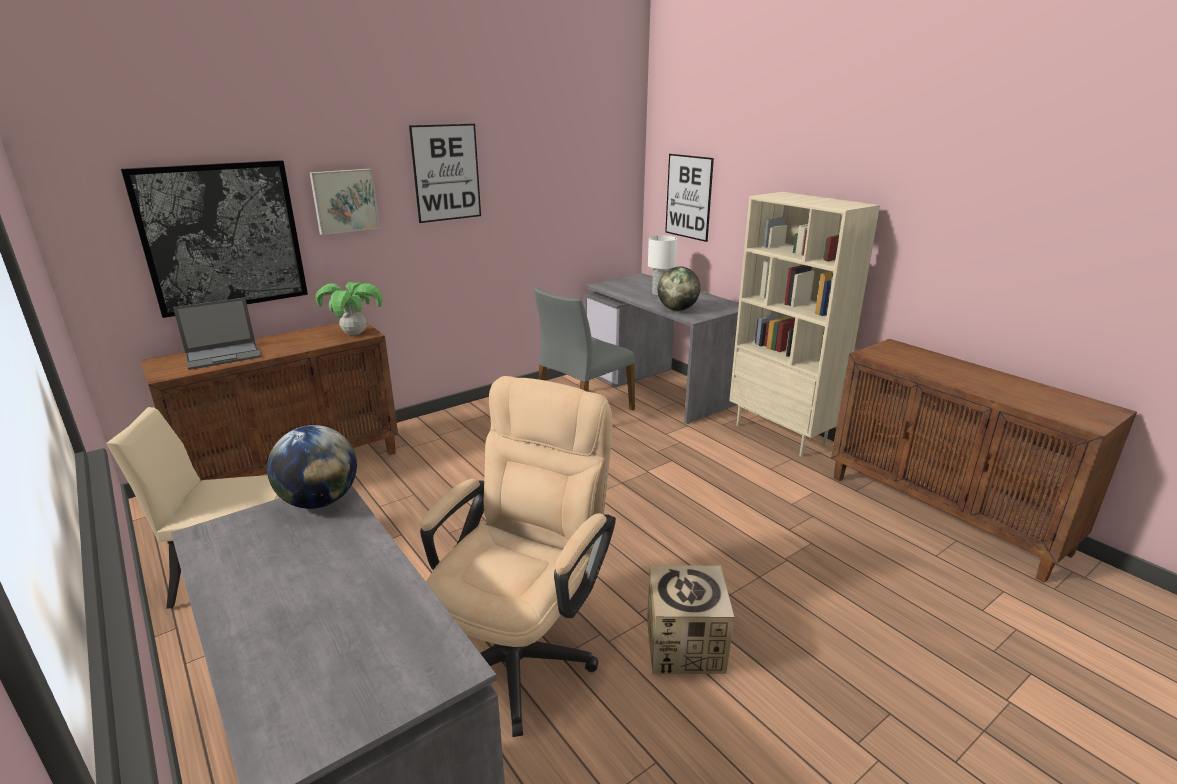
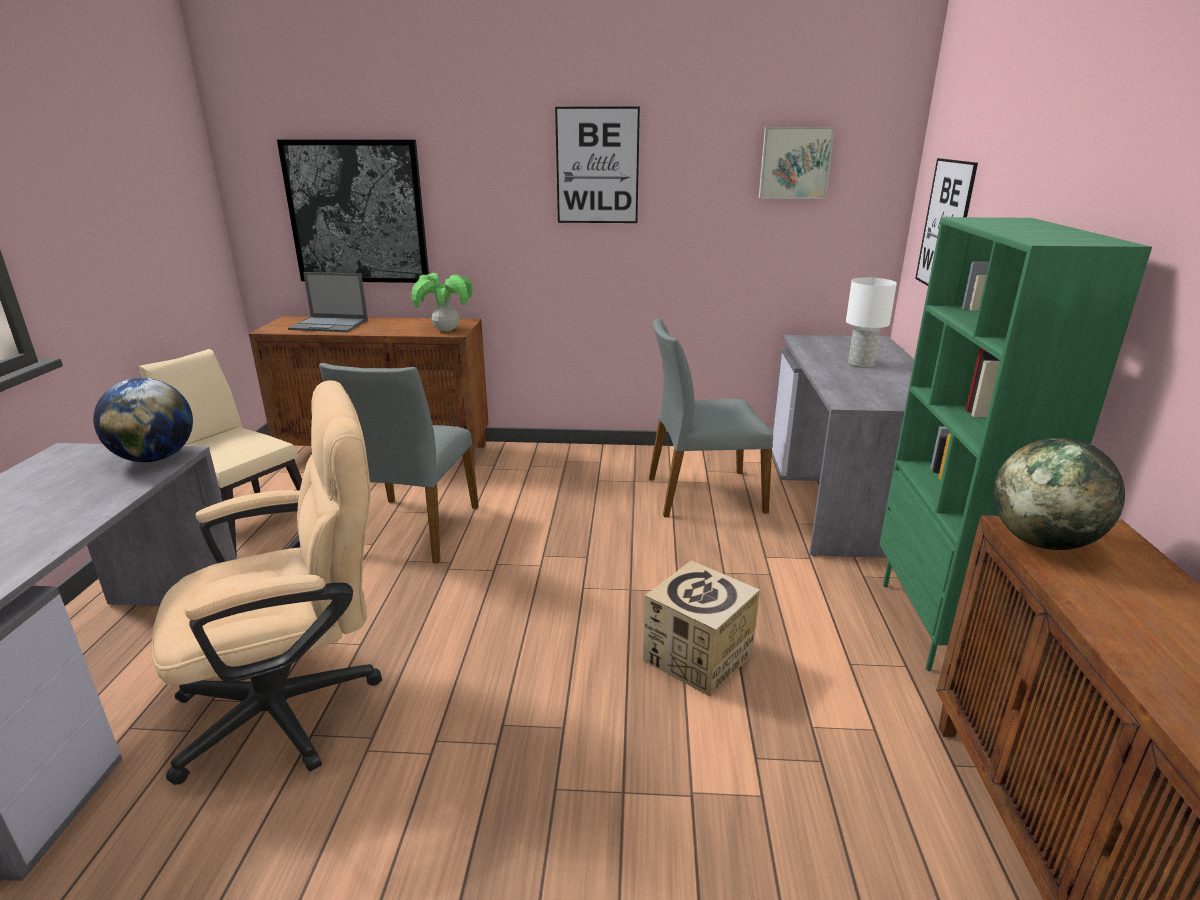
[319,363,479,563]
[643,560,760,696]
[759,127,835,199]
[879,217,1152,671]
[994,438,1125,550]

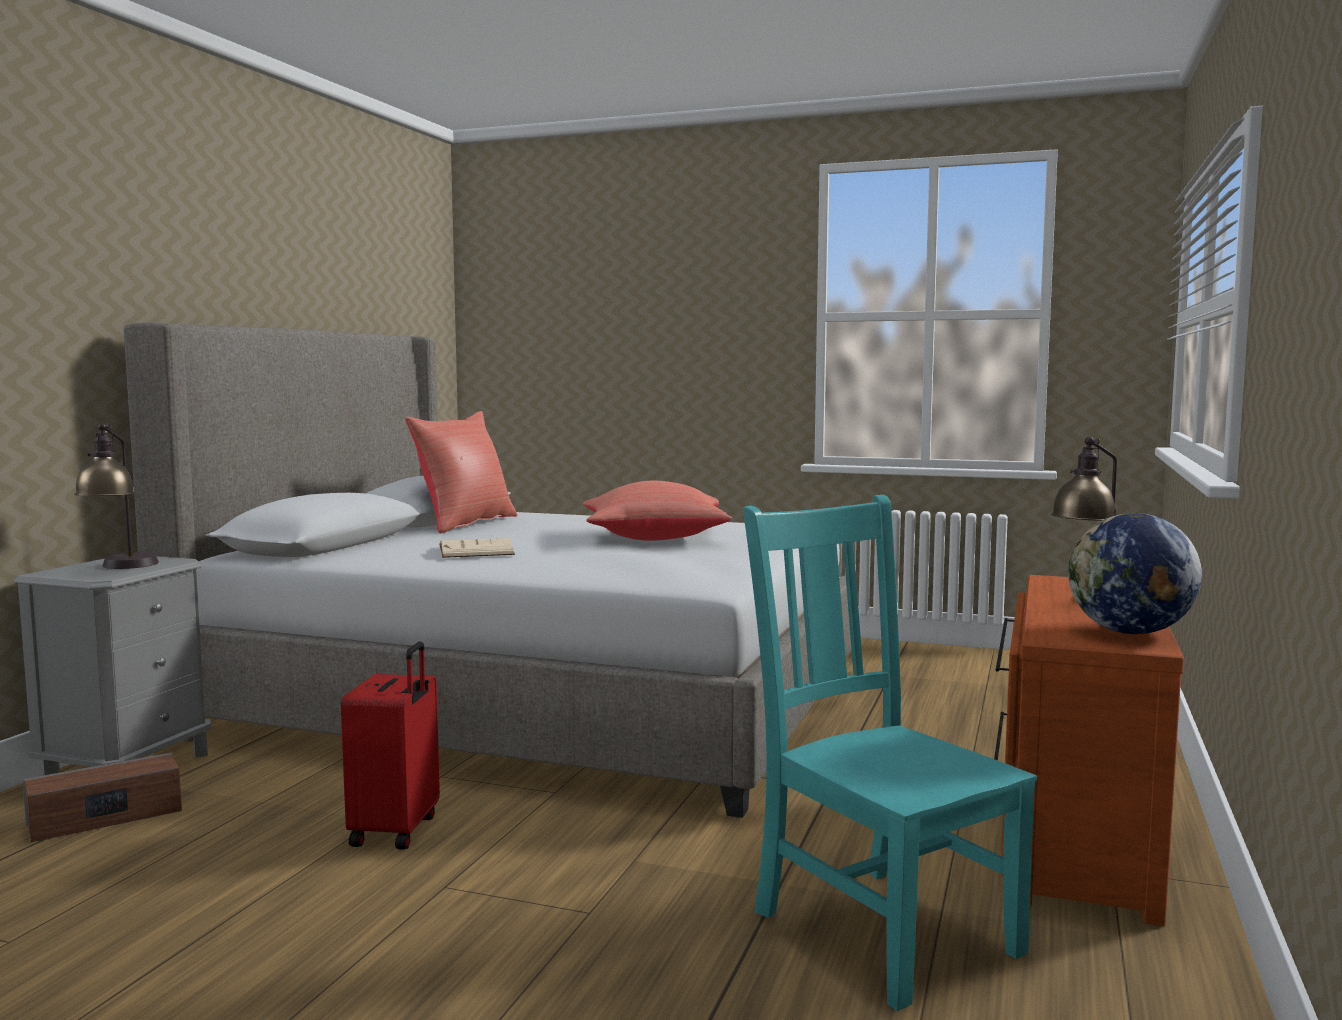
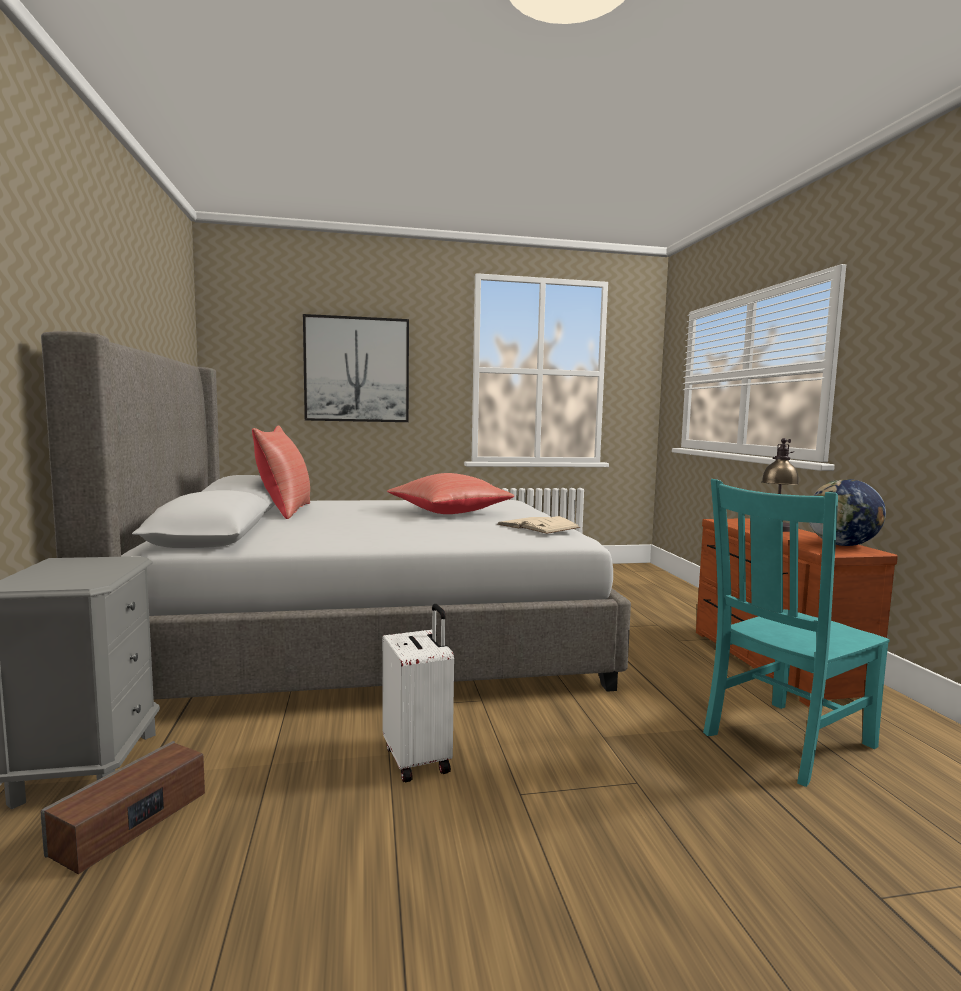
[303,314,409,422]
[382,604,454,782]
[497,516,580,534]
[703,479,890,787]
[74,423,159,569] (first image)

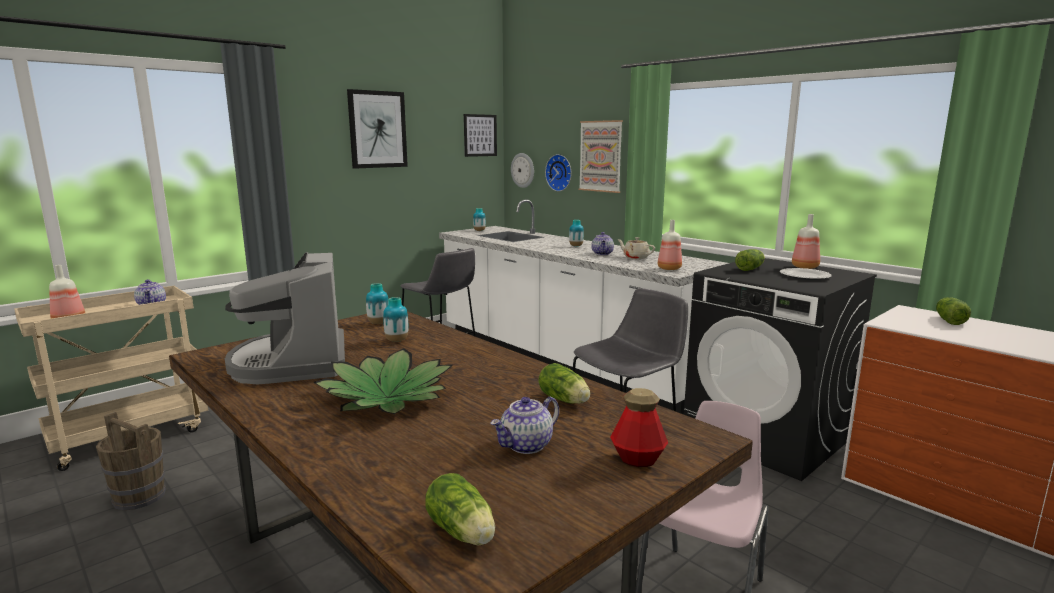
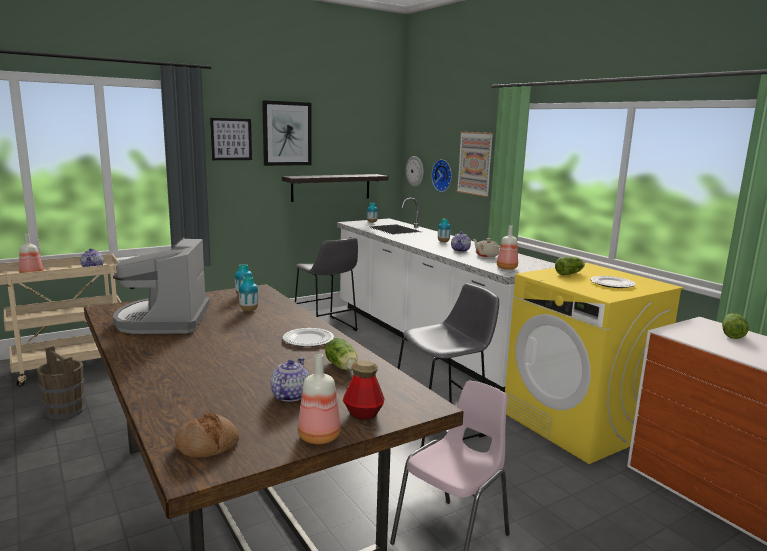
[174,413,239,458]
[210,118,252,160]
[270,357,309,402]
[282,174,389,202]
[283,328,334,347]
[298,354,341,444]
[505,263,684,464]
[313,348,453,414] (first image)

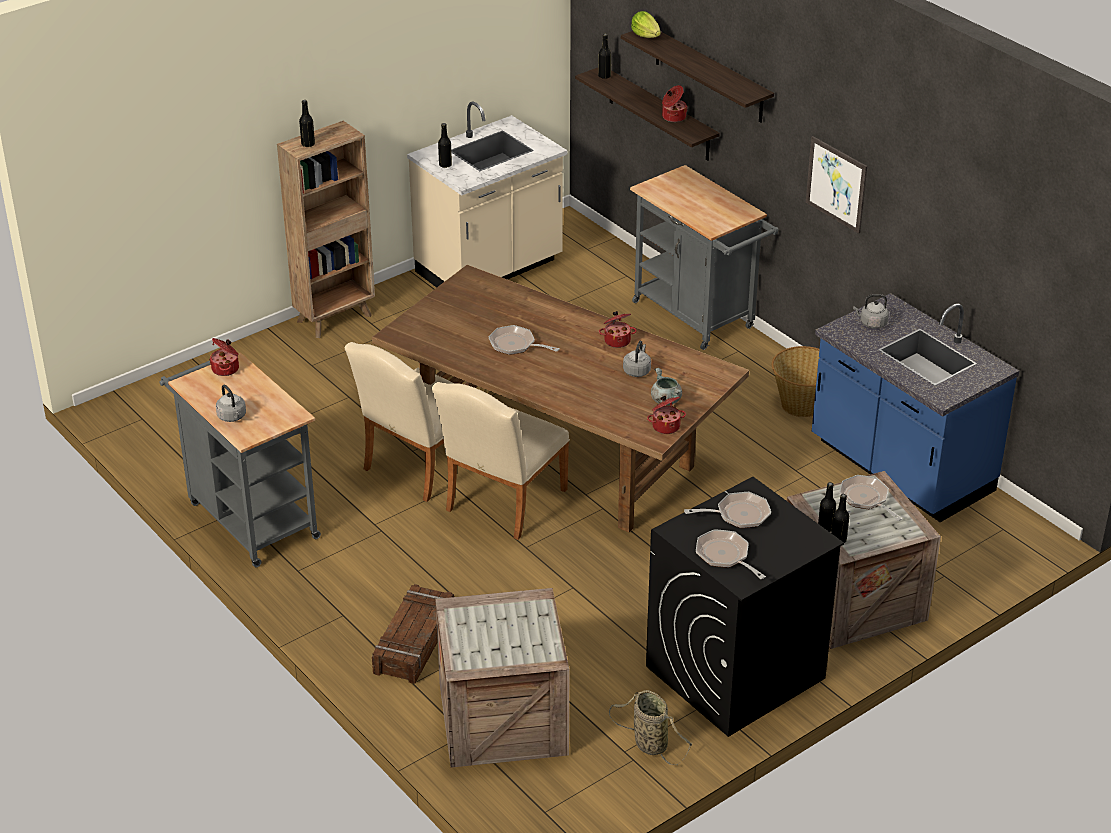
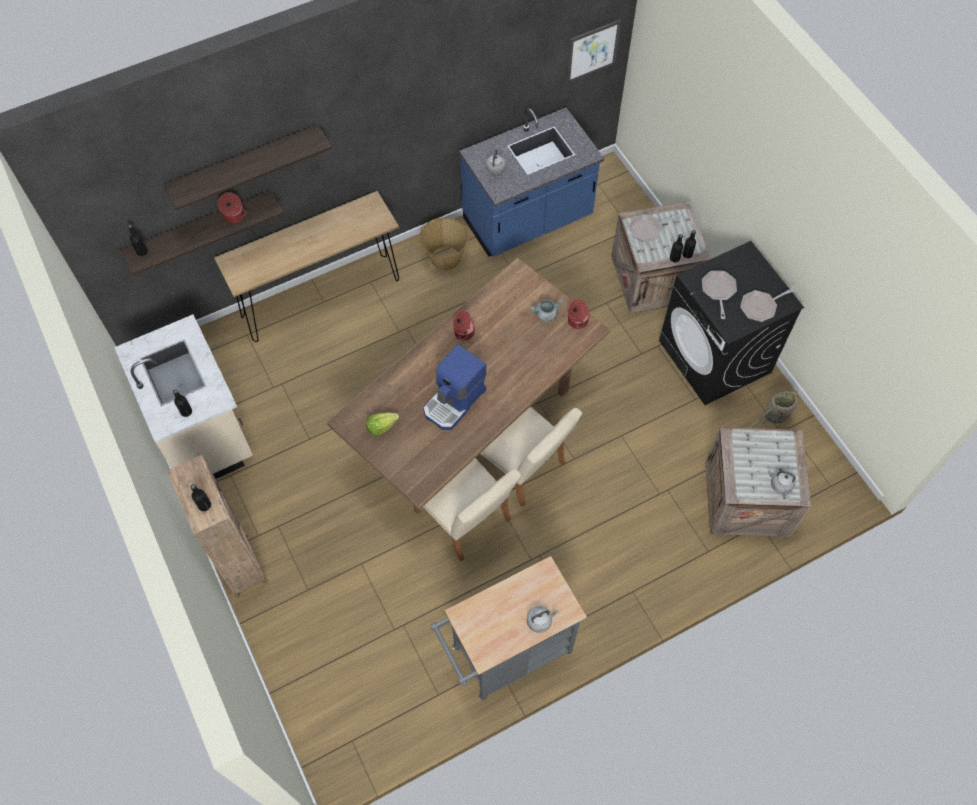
[214,191,399,342]
[366,412,399,435]
[423,344,487,430]
[566,20,621,83]
[768,470,796,494]
[209,338,239,376] (first image)
[372,584,454,684] (first image)

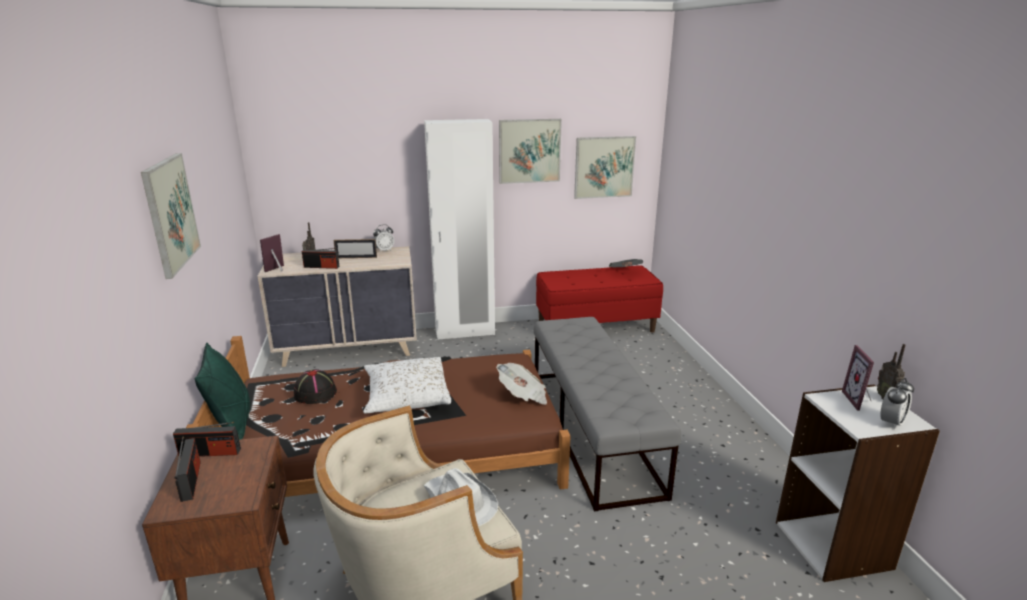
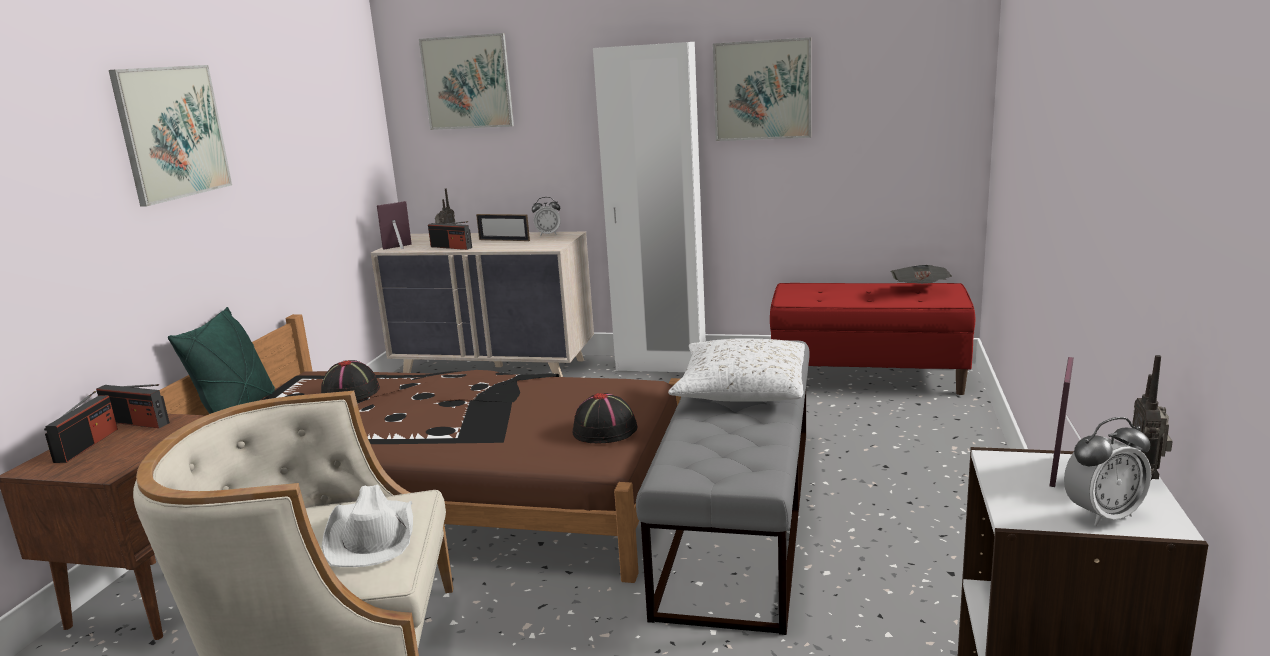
[419,33,514,130]
[573,393,638,444]
[668,338,805,402]

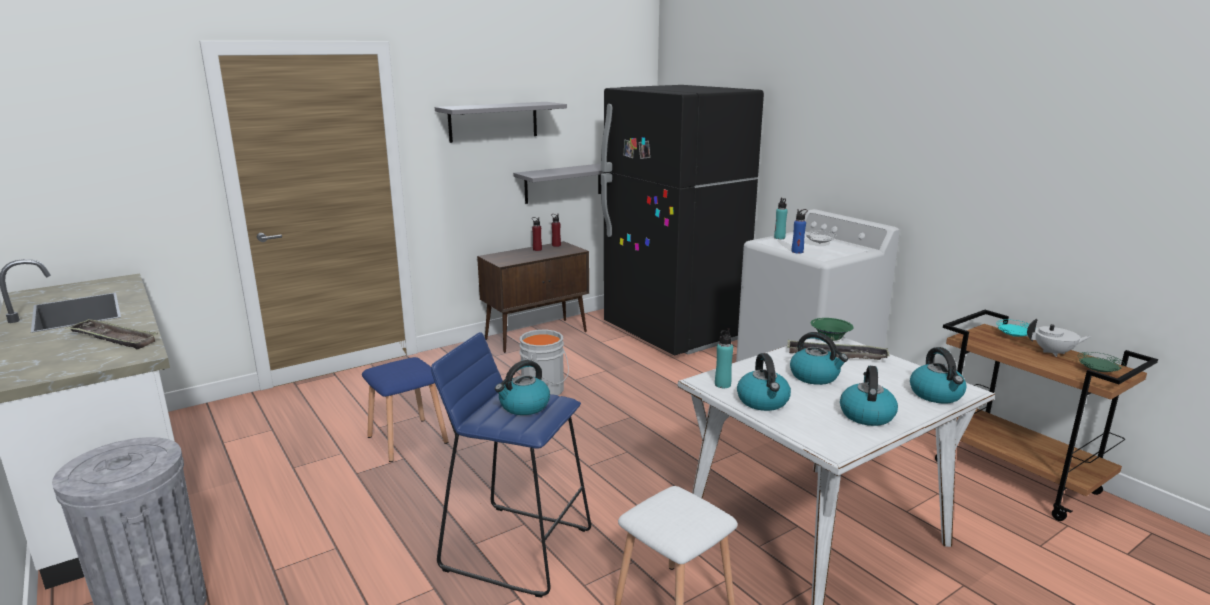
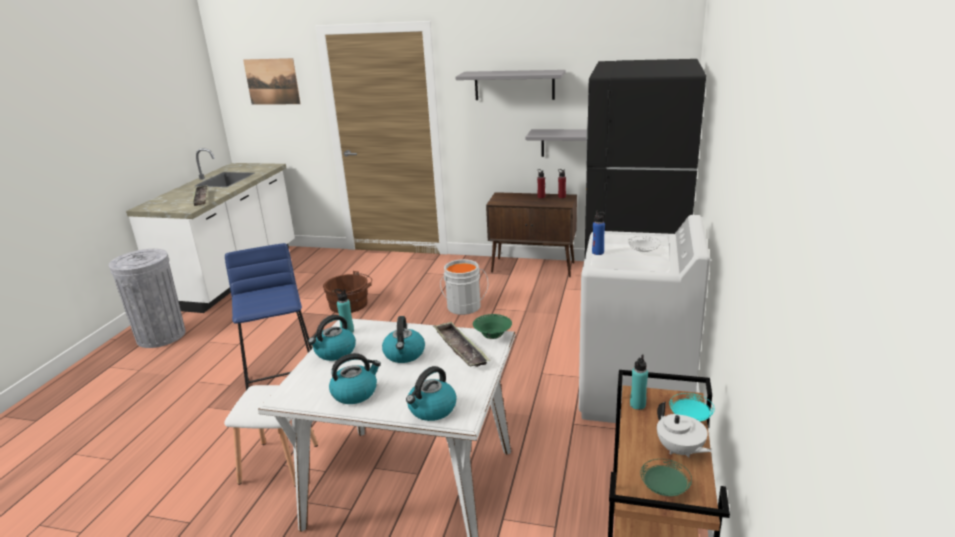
[243,58,301,105]
[323,271,372,313]
[630,354,648,410]
[495,360,550,415] (first image)

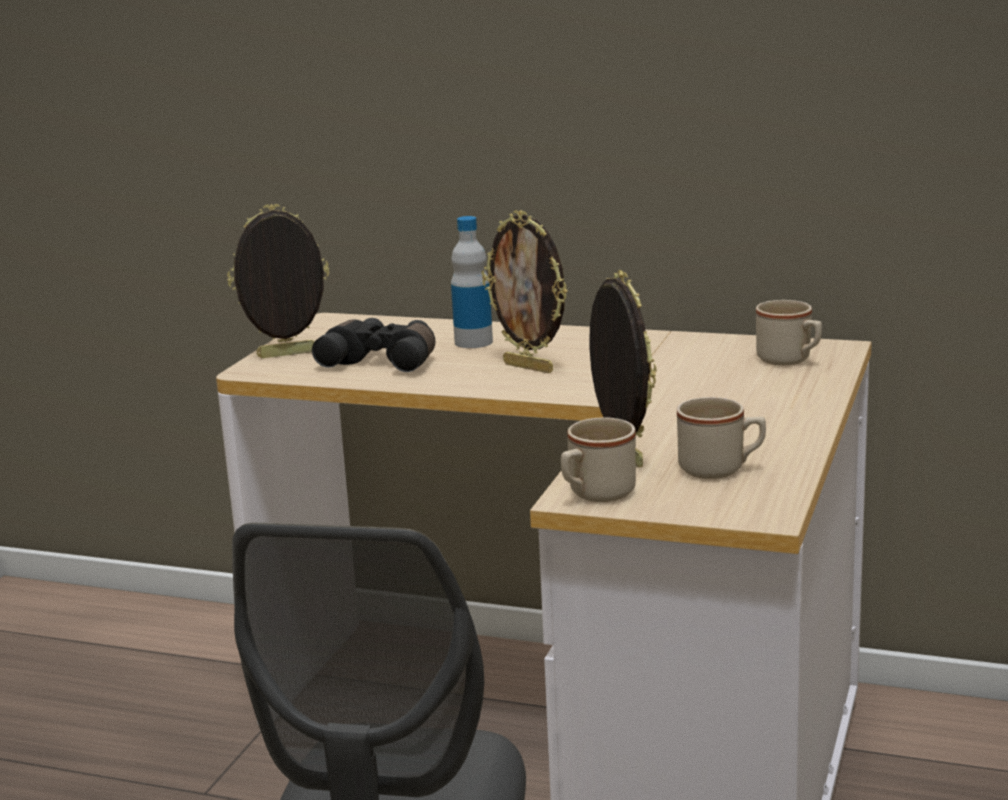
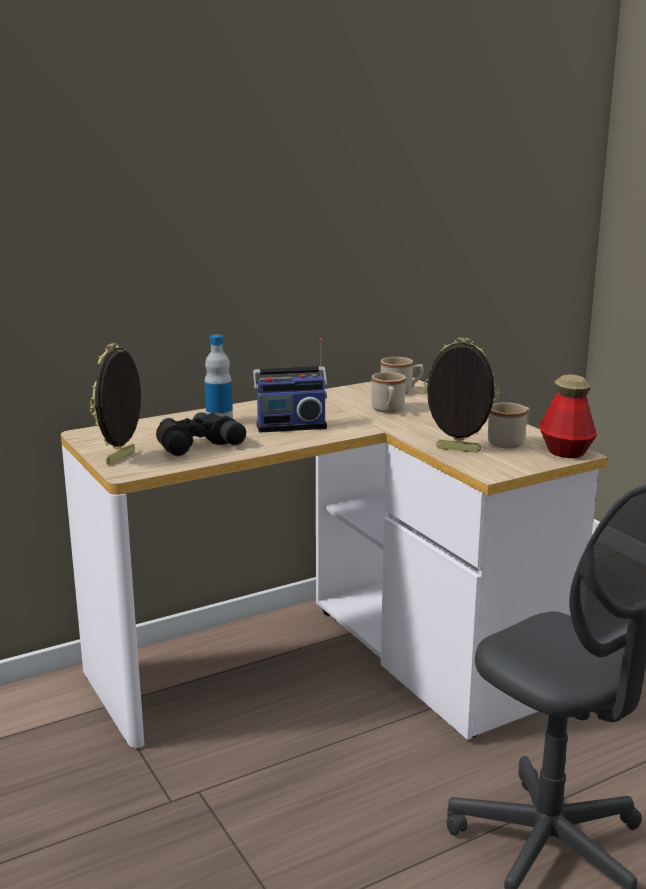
[253,338,328,433]
[371,372,406,413]
[539,375,597,458]

